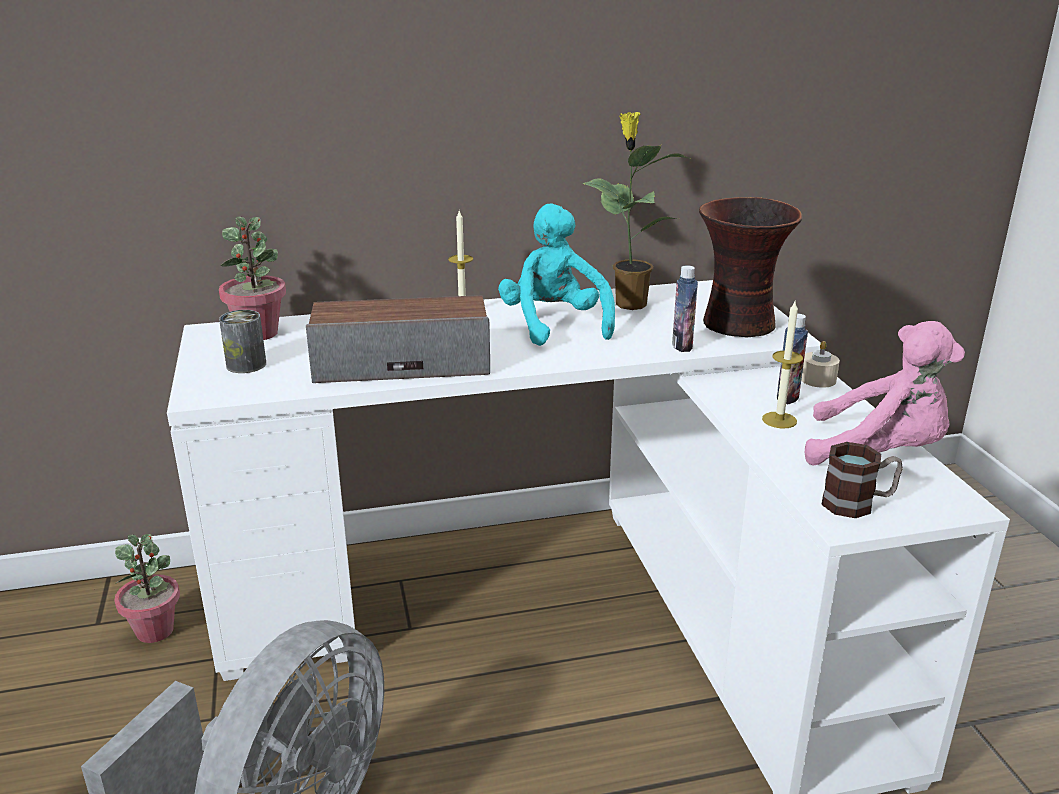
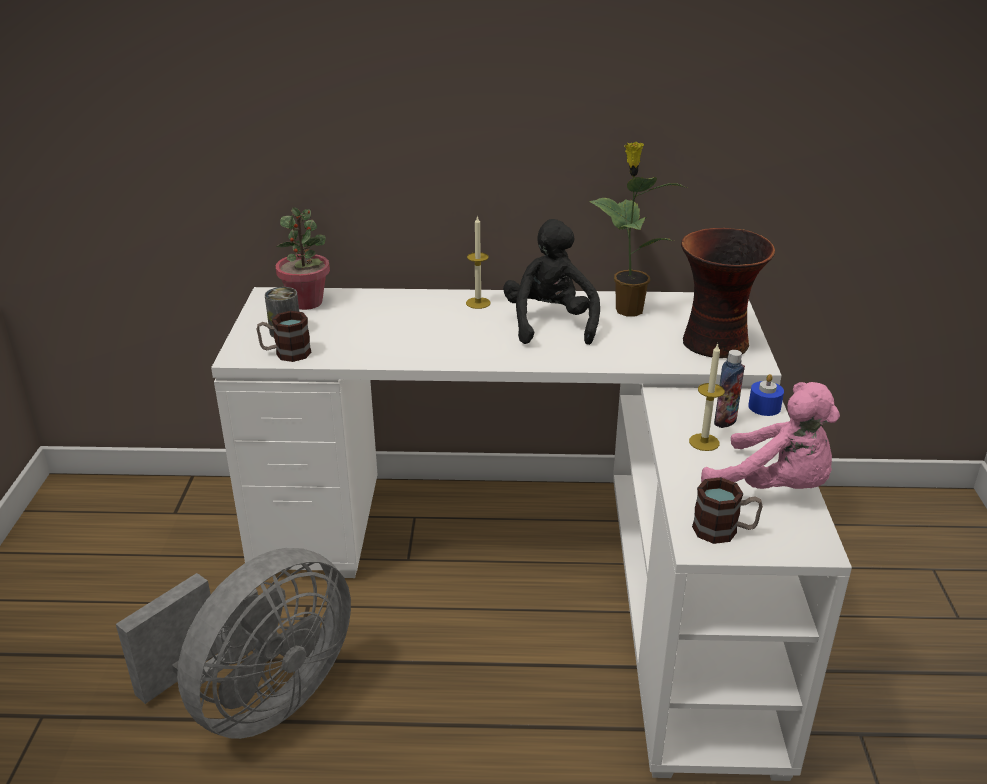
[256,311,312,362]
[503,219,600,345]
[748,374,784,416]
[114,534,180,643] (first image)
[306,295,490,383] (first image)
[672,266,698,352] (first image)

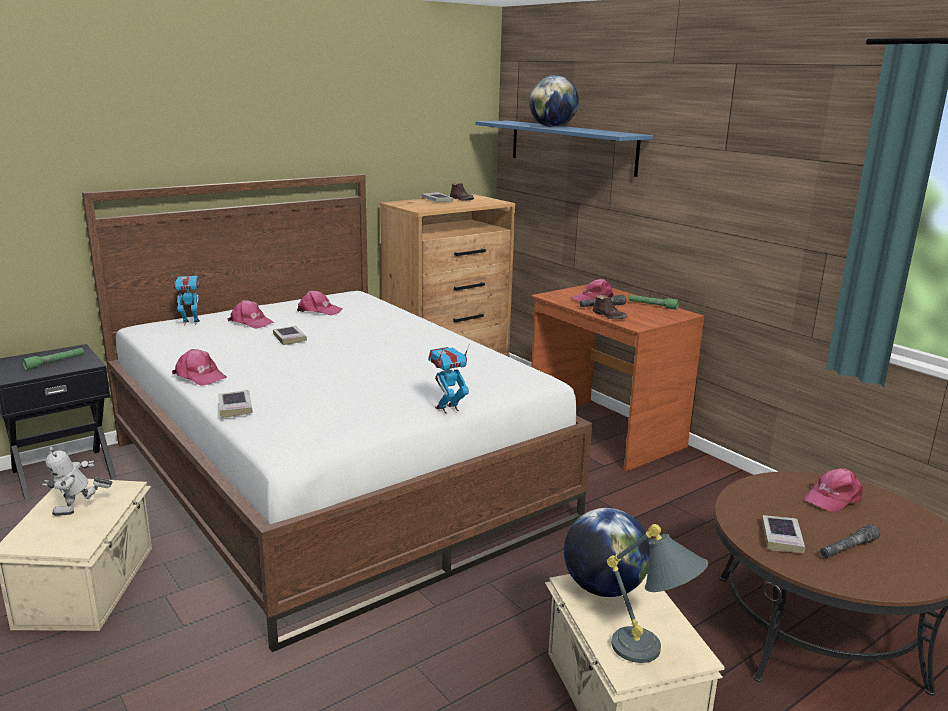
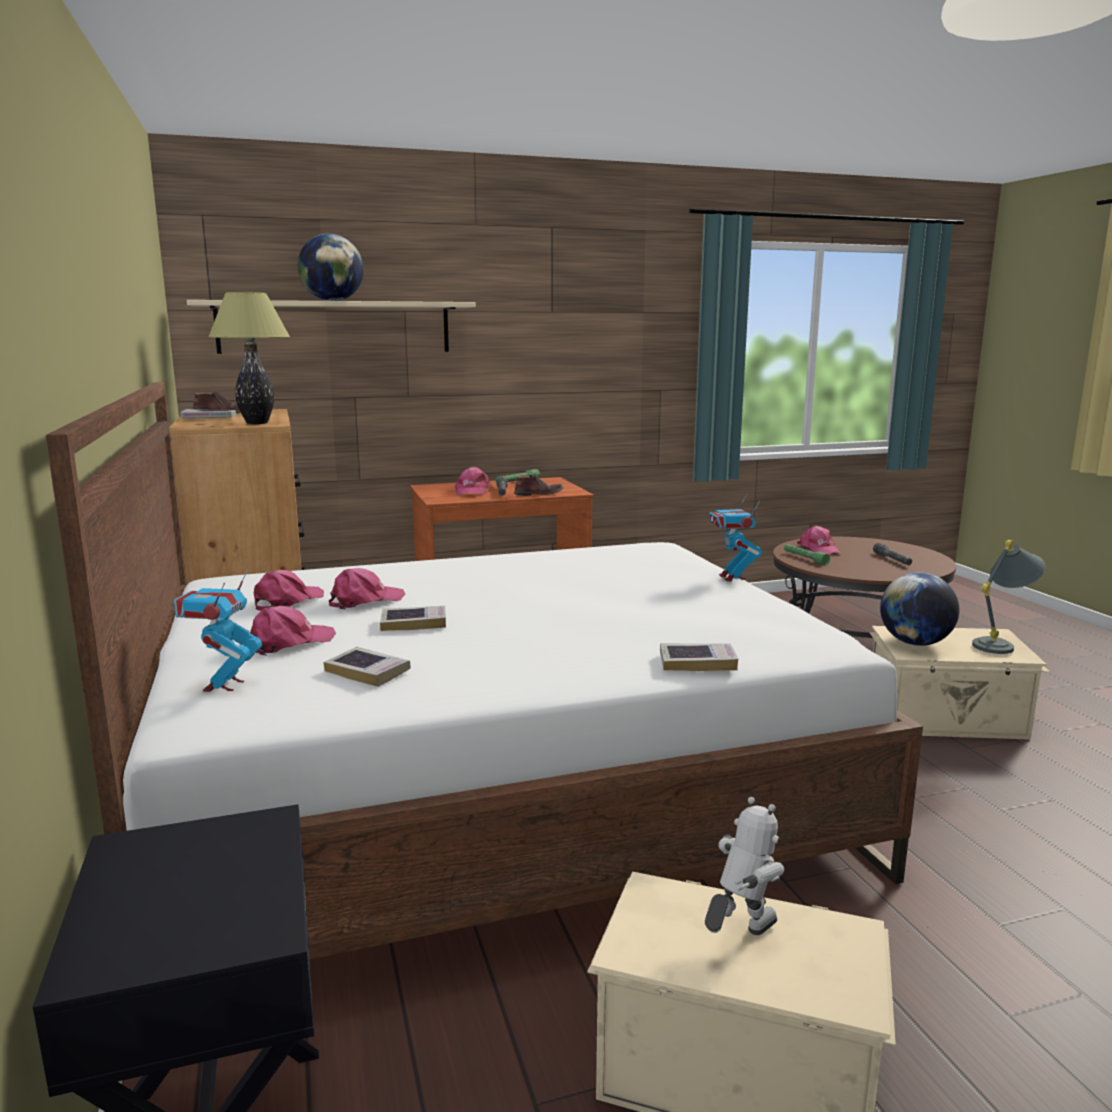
[187,300,476,354]
[208,292,290,424]
[323,647,411,687]
[329,568,405,610]
[705,797,784,935]
[784,544,830,565]

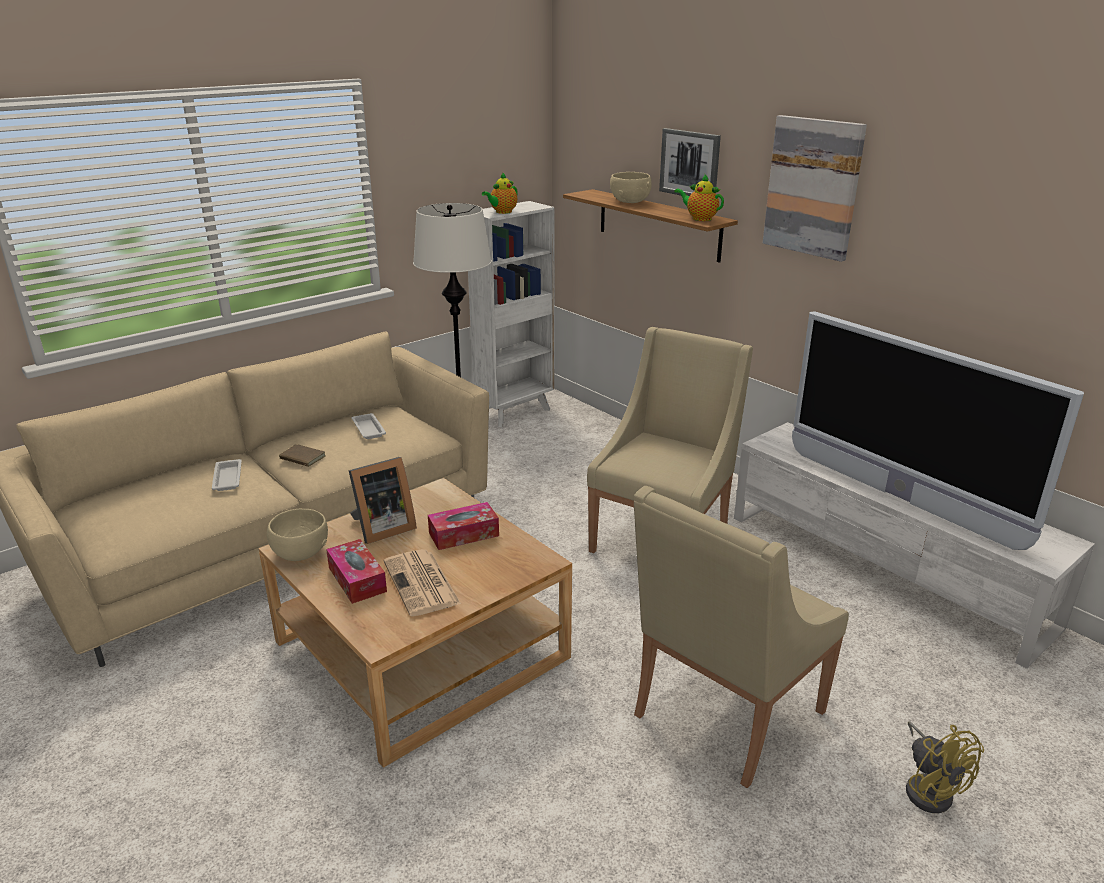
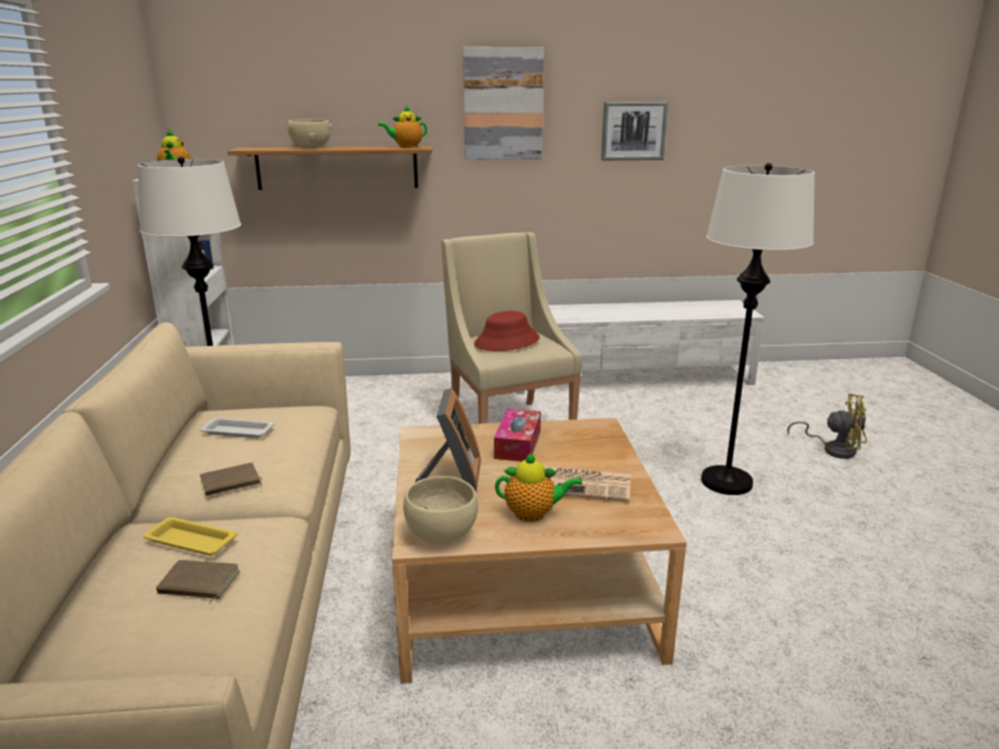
[143,517,238,556]
[156,560,240,605]
[474,311,540,351]
[495,452,582,522]
[601,102,668,160]
[701,163,815,495]
[792,312,1084,550] (first image)

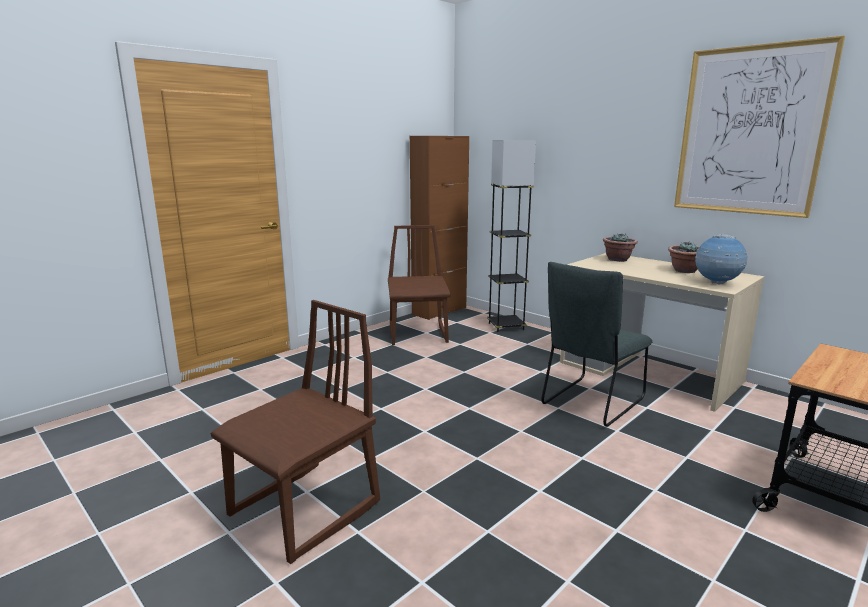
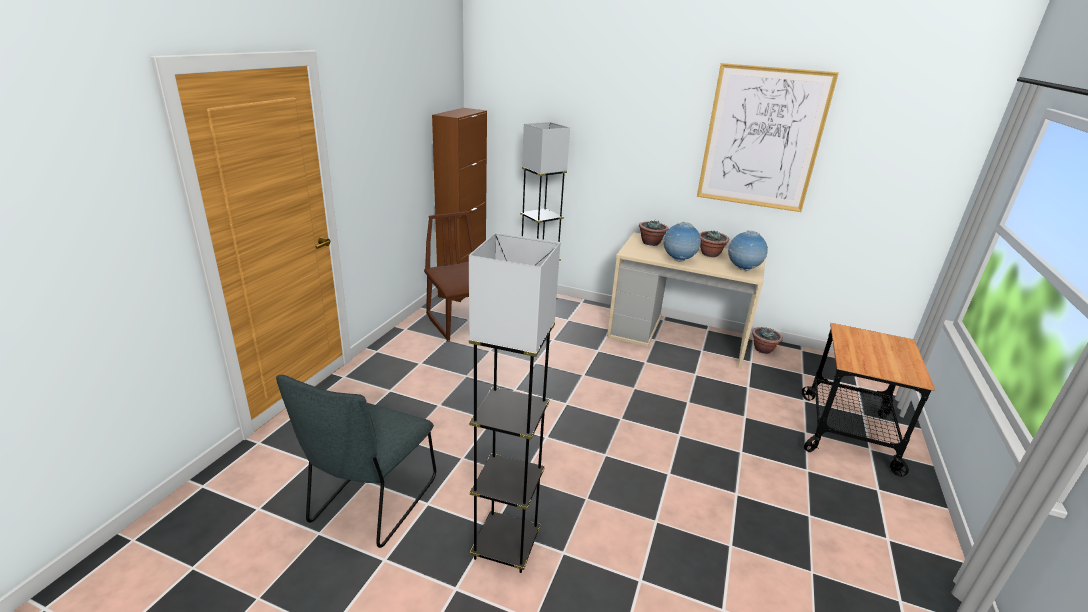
[276,375,436,548]
[469,232,560,573]
[663,222,701,262]
[752,327,783,354]

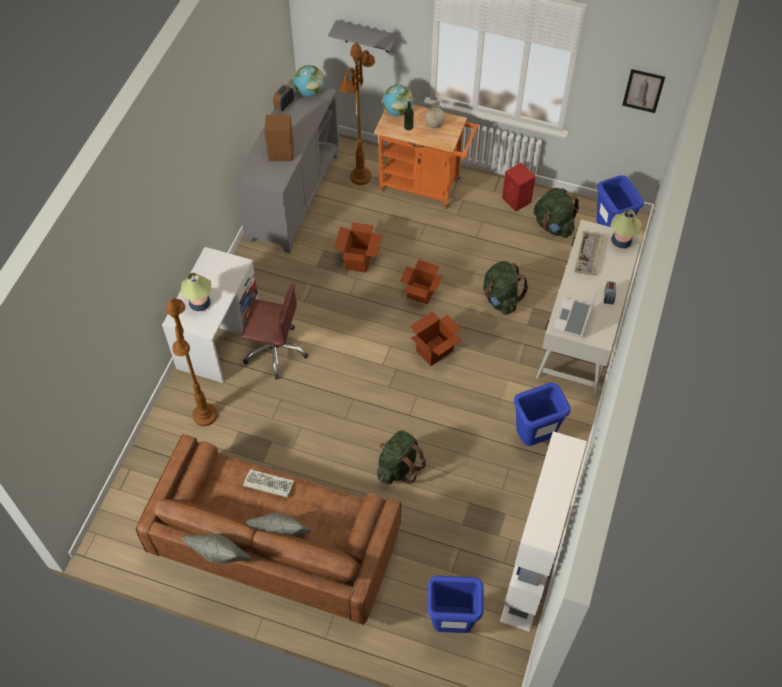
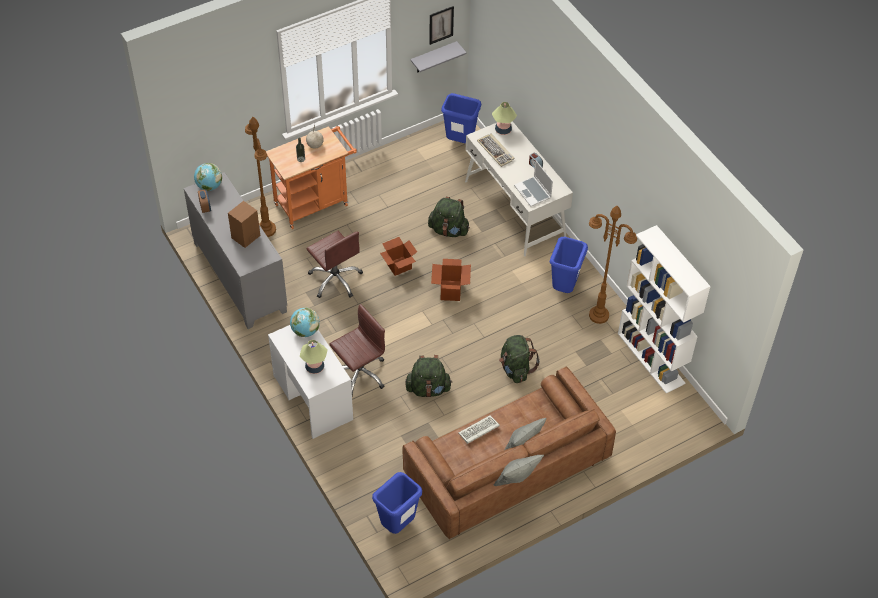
[290,308,320,337]
[306,231,363,298]
[372,472,422,534]
[405,355,452,397]
[410,41,467,72]
[589,206,637,324]
[502,163,536,211] (first image)

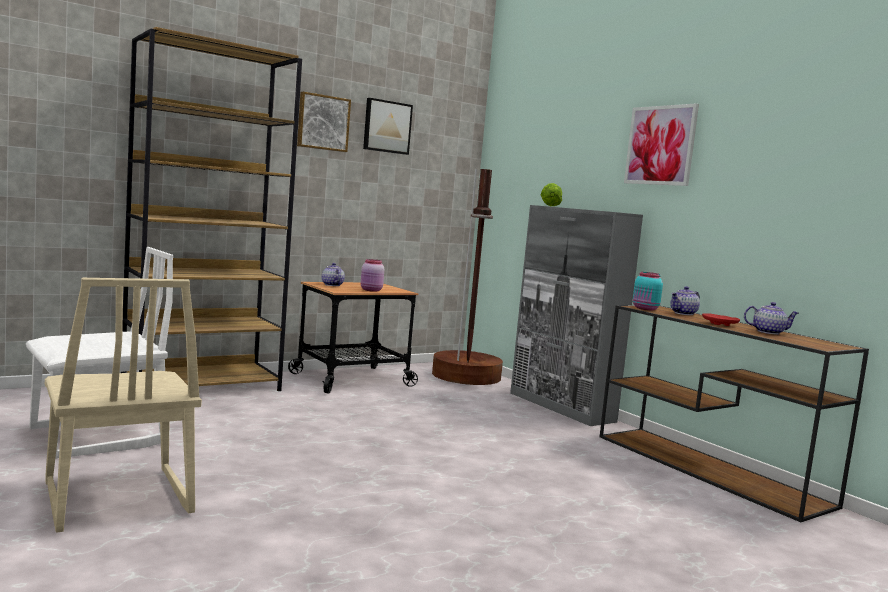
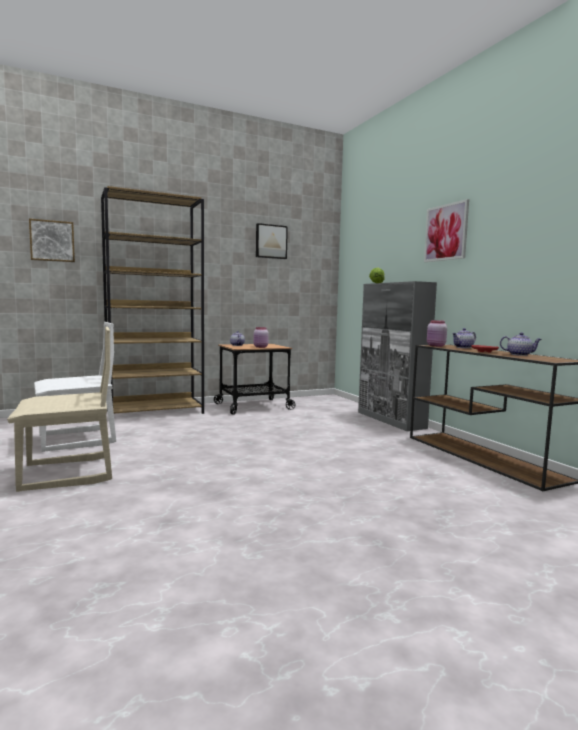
[7,327,112,492]
[29,219,75,262]
[427,320,447,347]
[432,169,503,385] (first image)

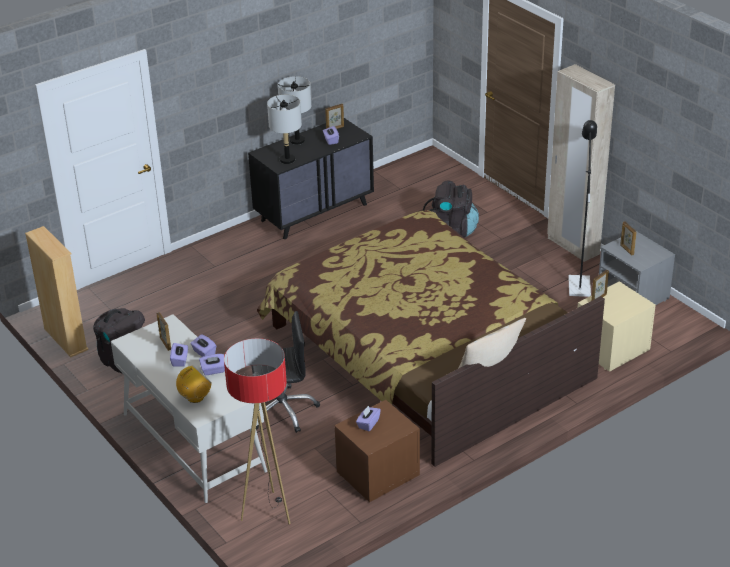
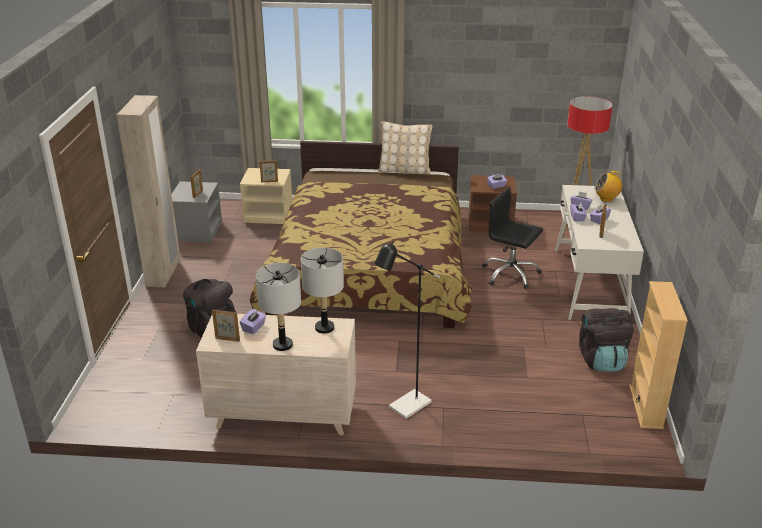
[196,314,356,435]
[374,241,440,419]

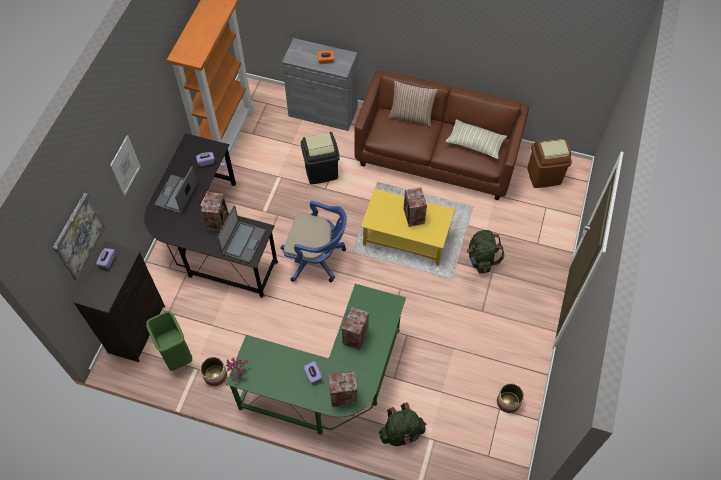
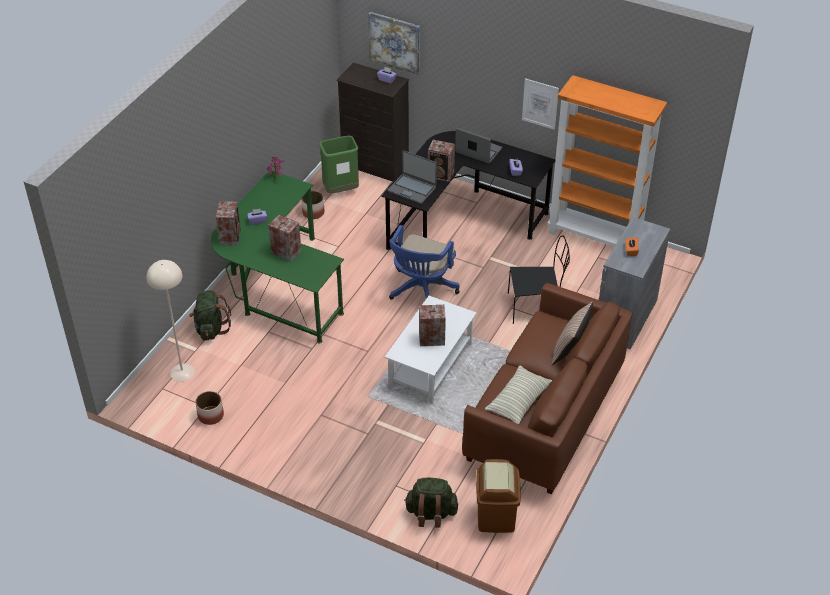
[147,260,195,382]
[385,296,477,404]
[404,478,458,528]
[508,235,570,324]
[522,78,559,130]

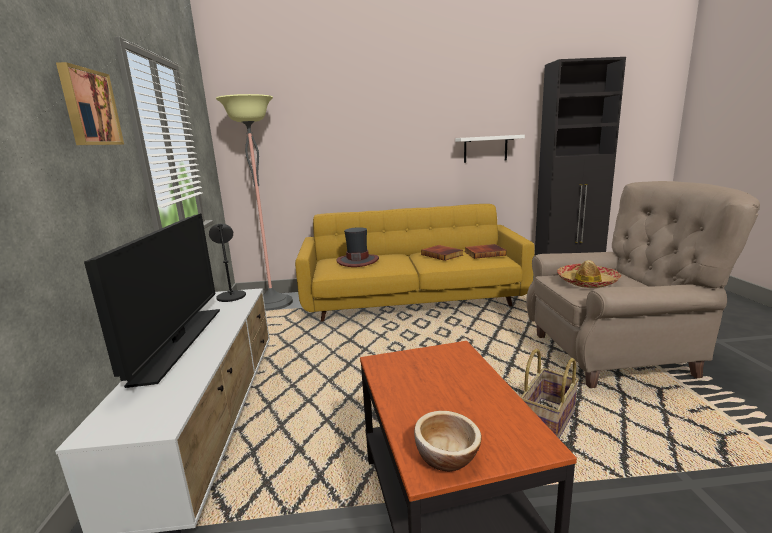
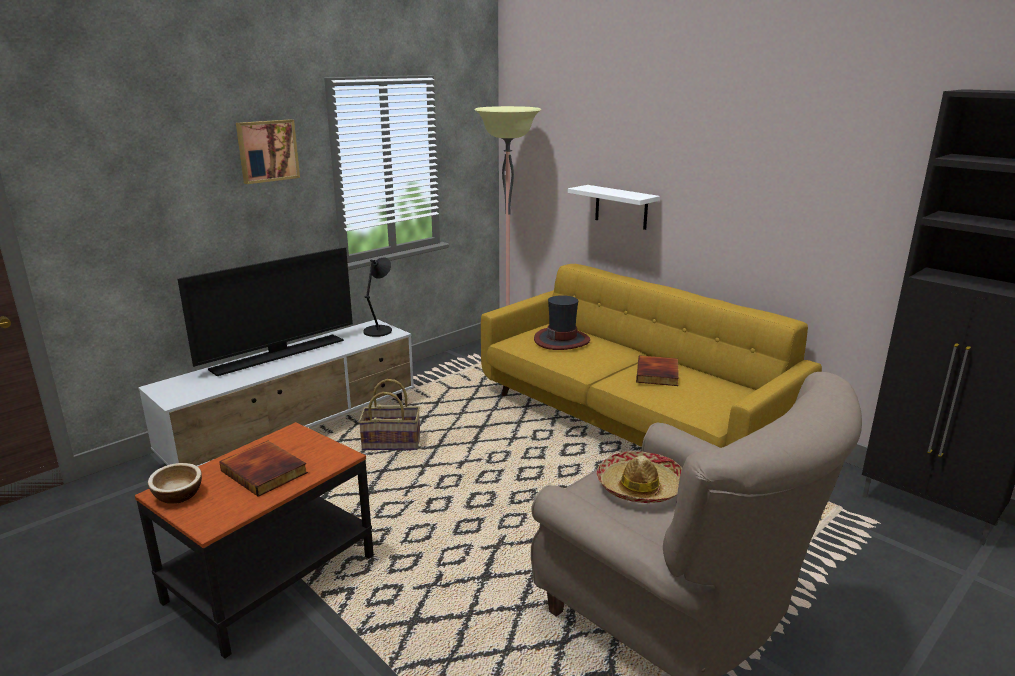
[219,441,308,497]
[358,379,420,450]
[568,185,660,230]

